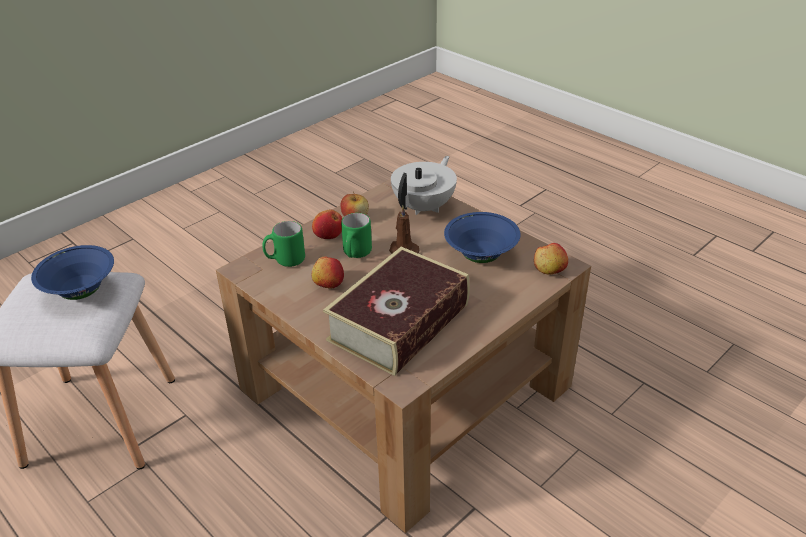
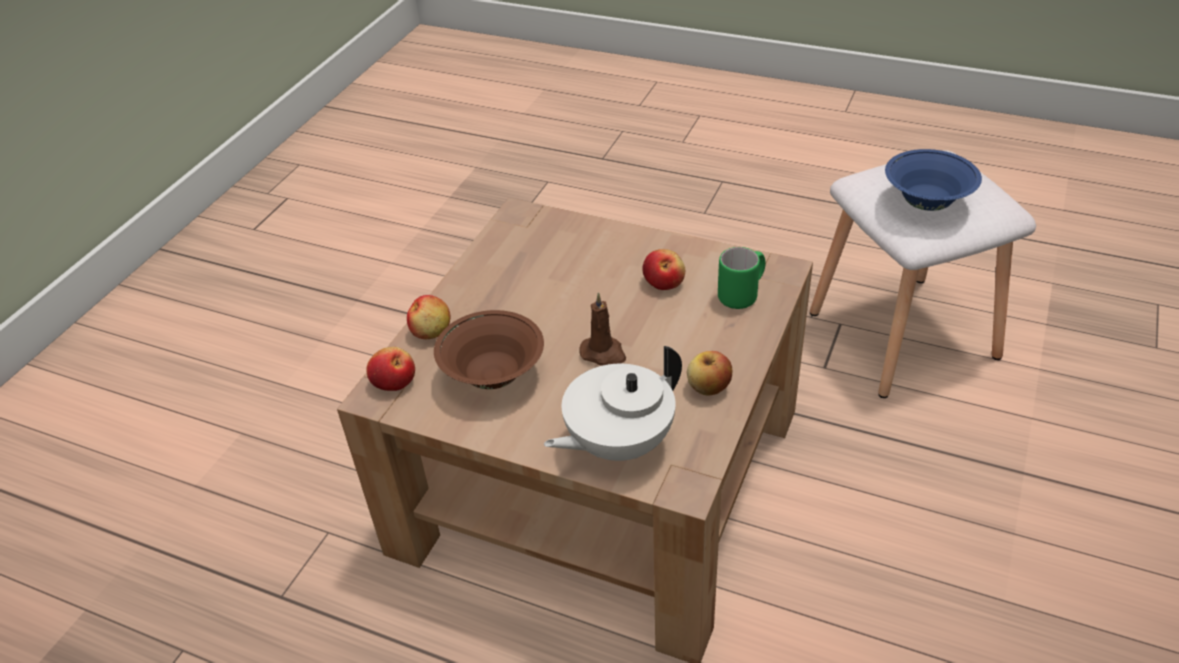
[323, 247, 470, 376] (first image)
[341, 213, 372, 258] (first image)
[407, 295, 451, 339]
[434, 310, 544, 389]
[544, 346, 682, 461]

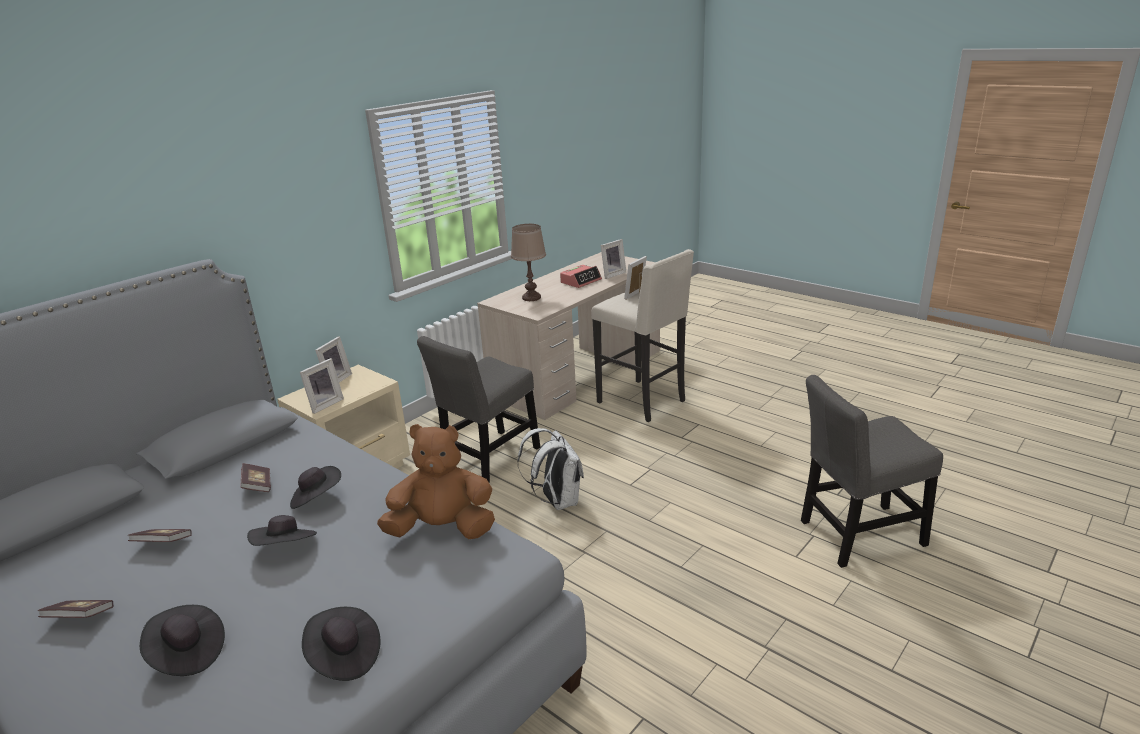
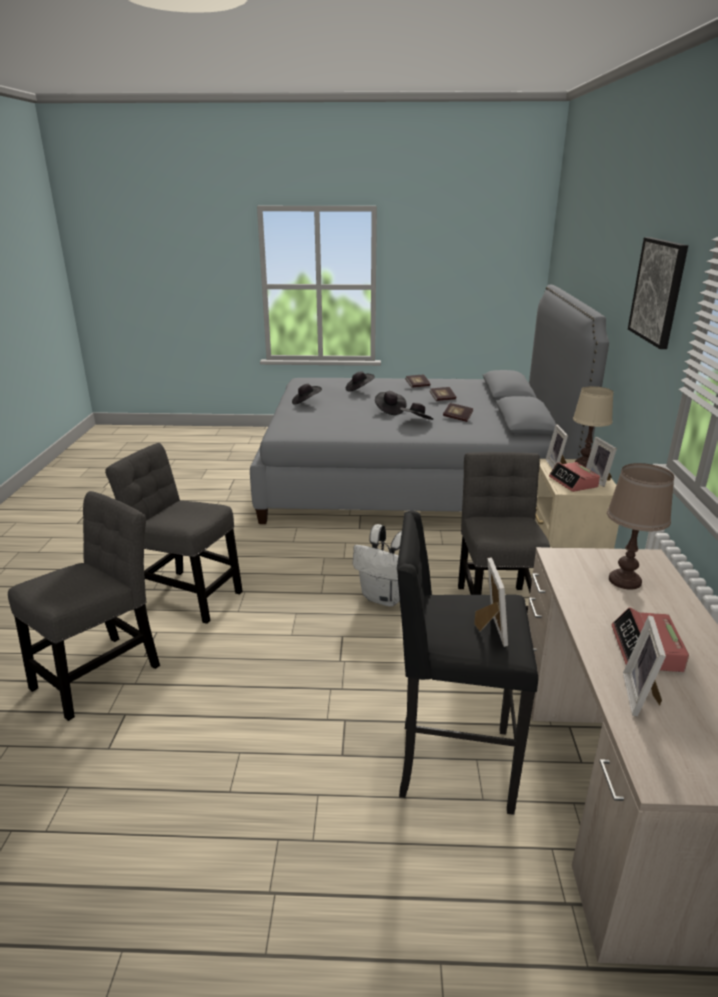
[377, 424, 495, 539] (first image)
[105, 443, 243, 624]
[549, 462, 600, 492]
[573, 386, 614, 467]
[628, 237, 688, 349]
[397, 511, 538, 815]

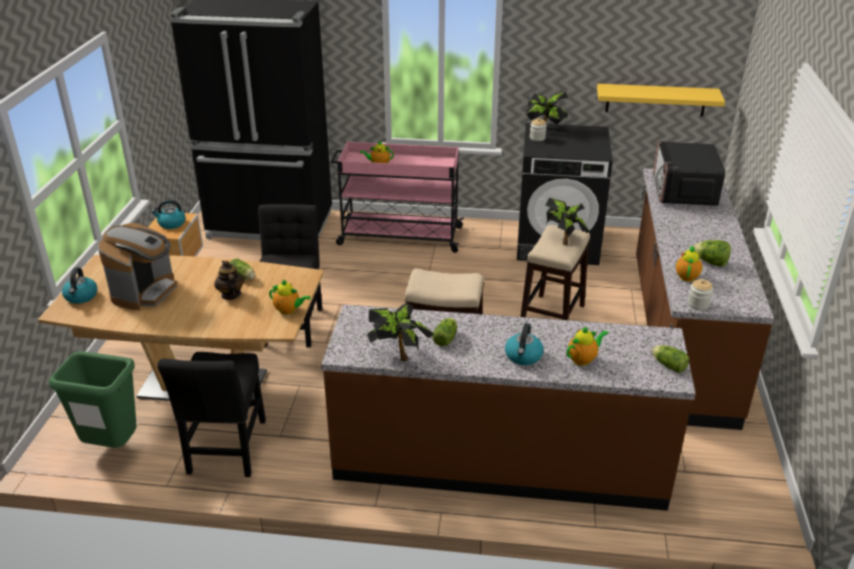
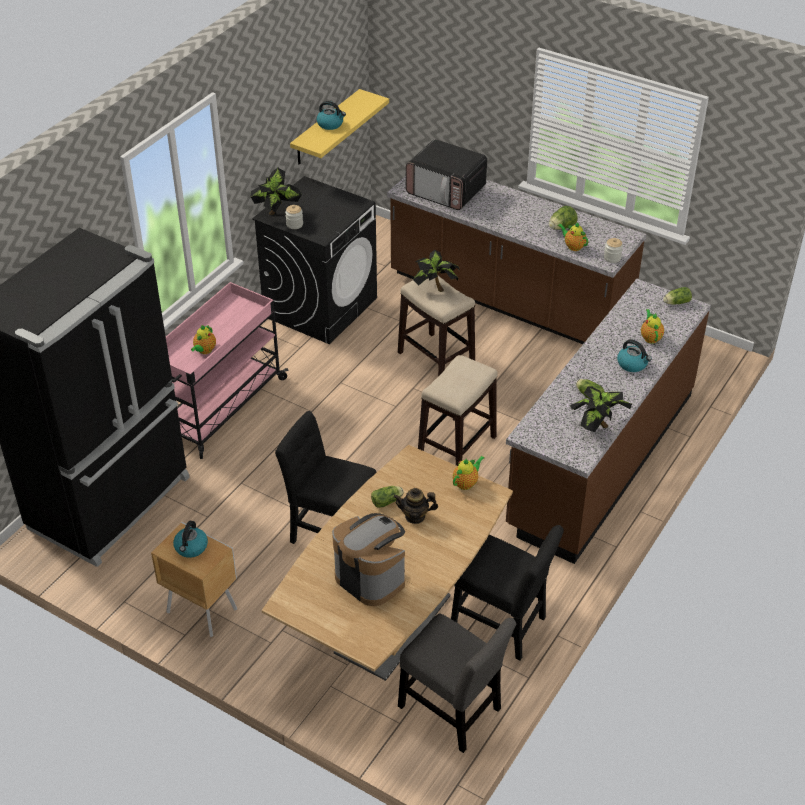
[317, 101, 346, 130]
[398, 613, 516, 753]

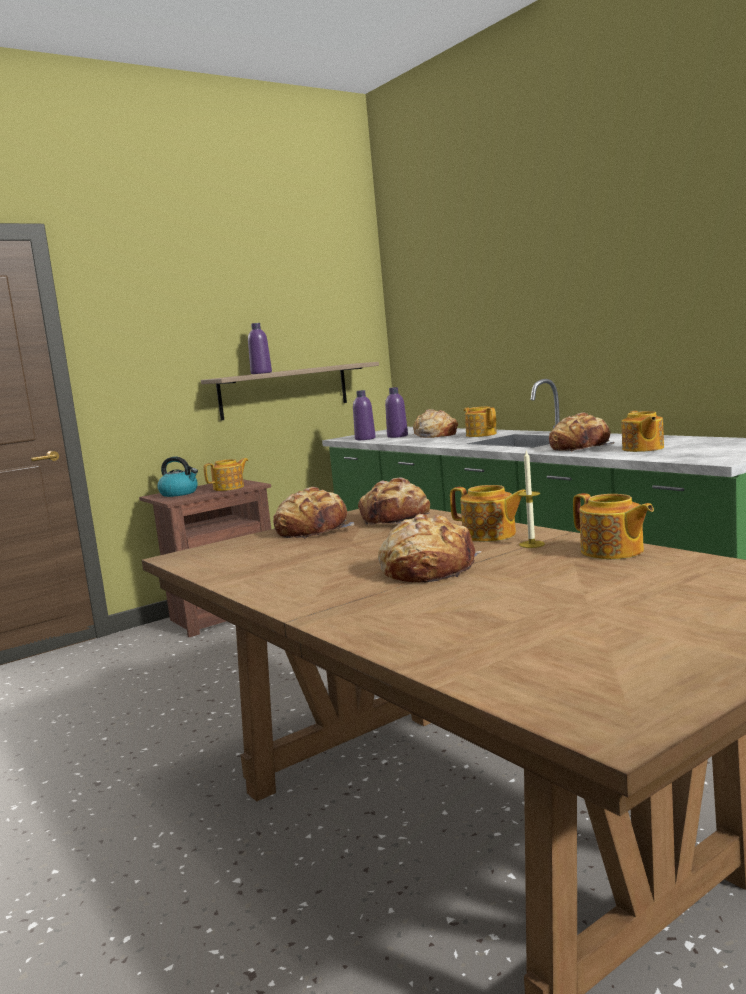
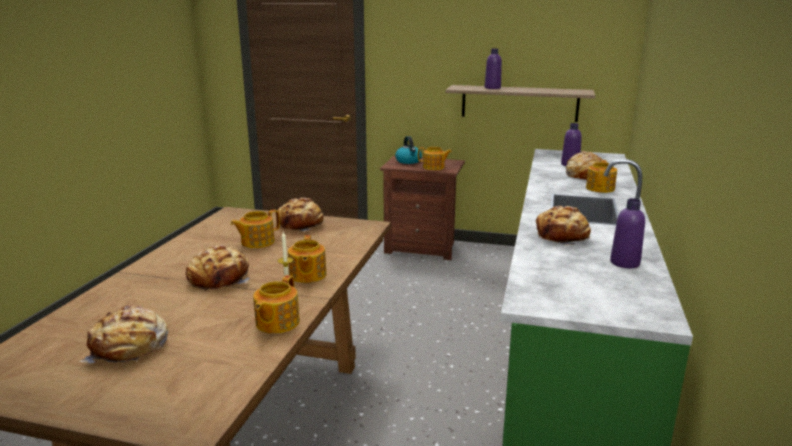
[610, 198, 645, 268]
[80, 306, 169, 364]
[230, 209, 280, 248]

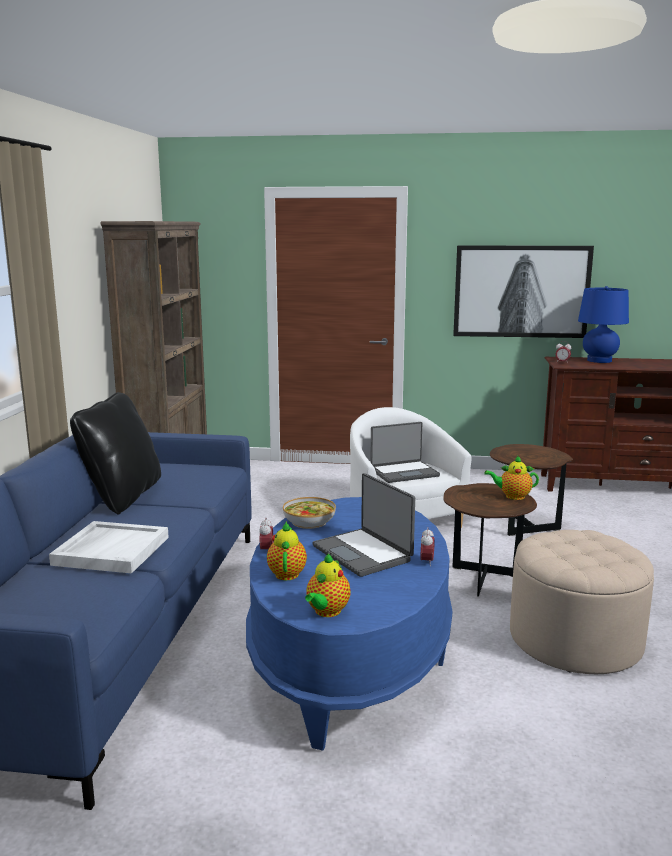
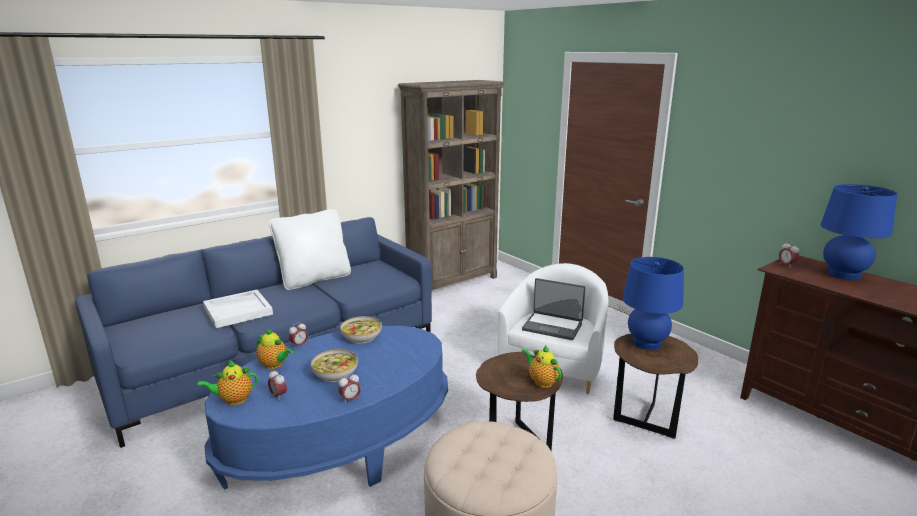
[453, 245, 594, 338] (first image)
[268, 369, 287, 401]
[623, 257, 684, 350]
[311, 349, 358, 382]
[269, 209, 351, 290]
[256, 329, 294, 369]

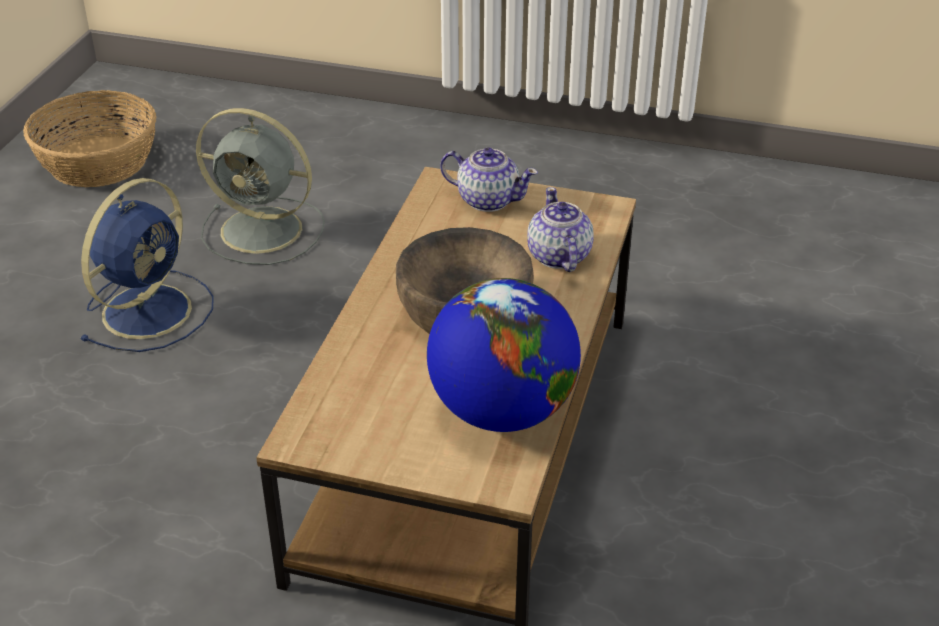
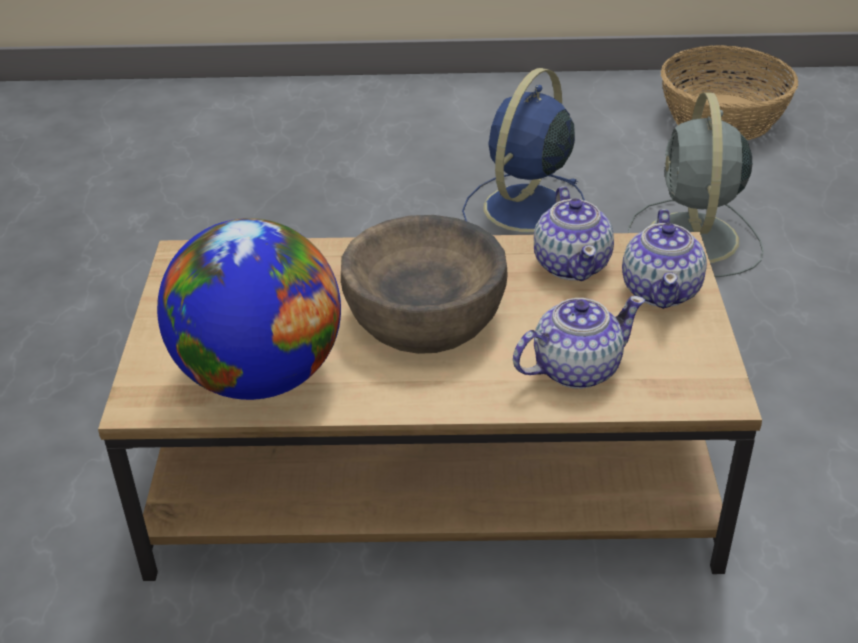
[534, 186, 614, 281]
[462, 68, 585, 232]

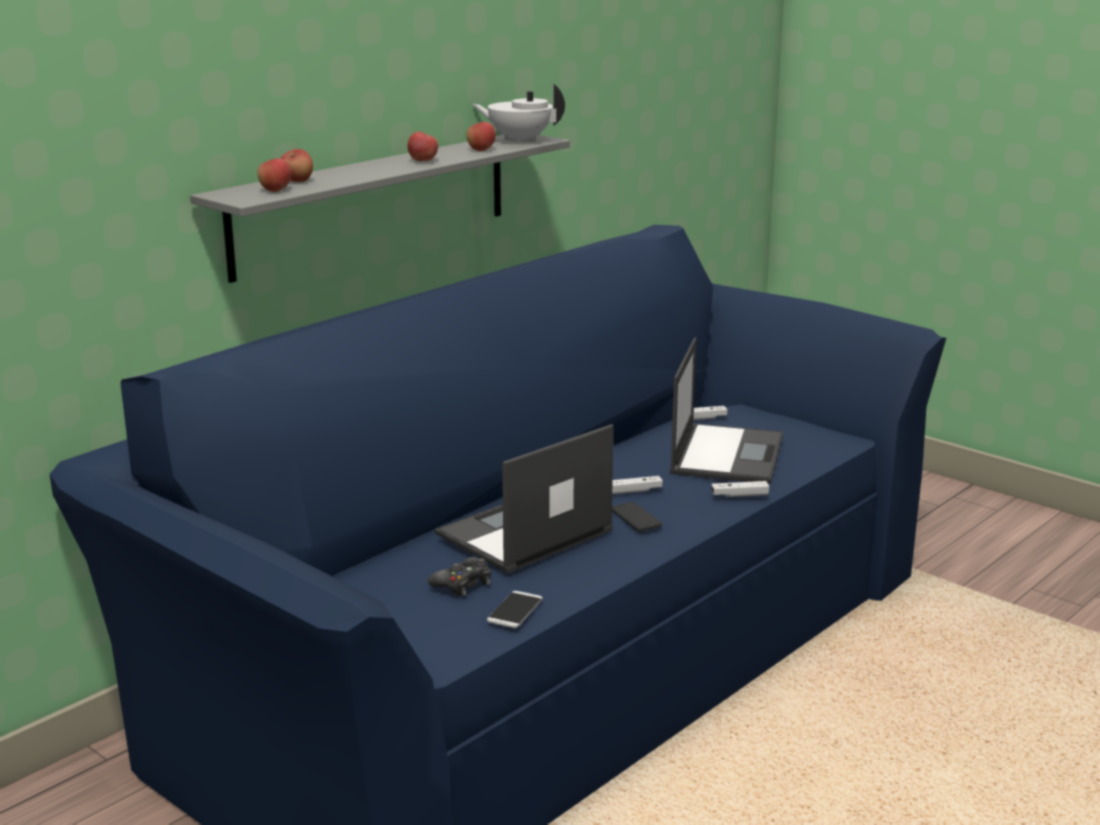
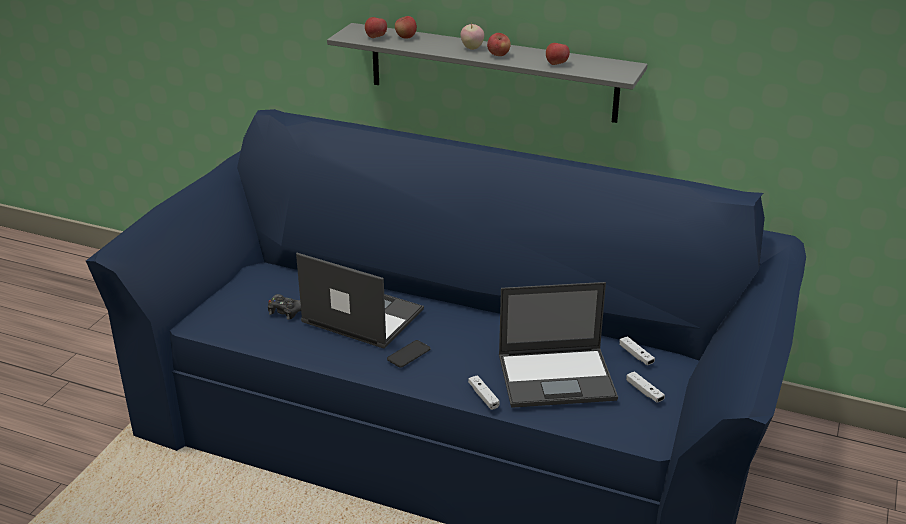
[472, 84, 565, 144] (first image)
[487, 591, 542, 628] (first image)
[461, 23, 484, 50]
[626, 371, 665, 403]

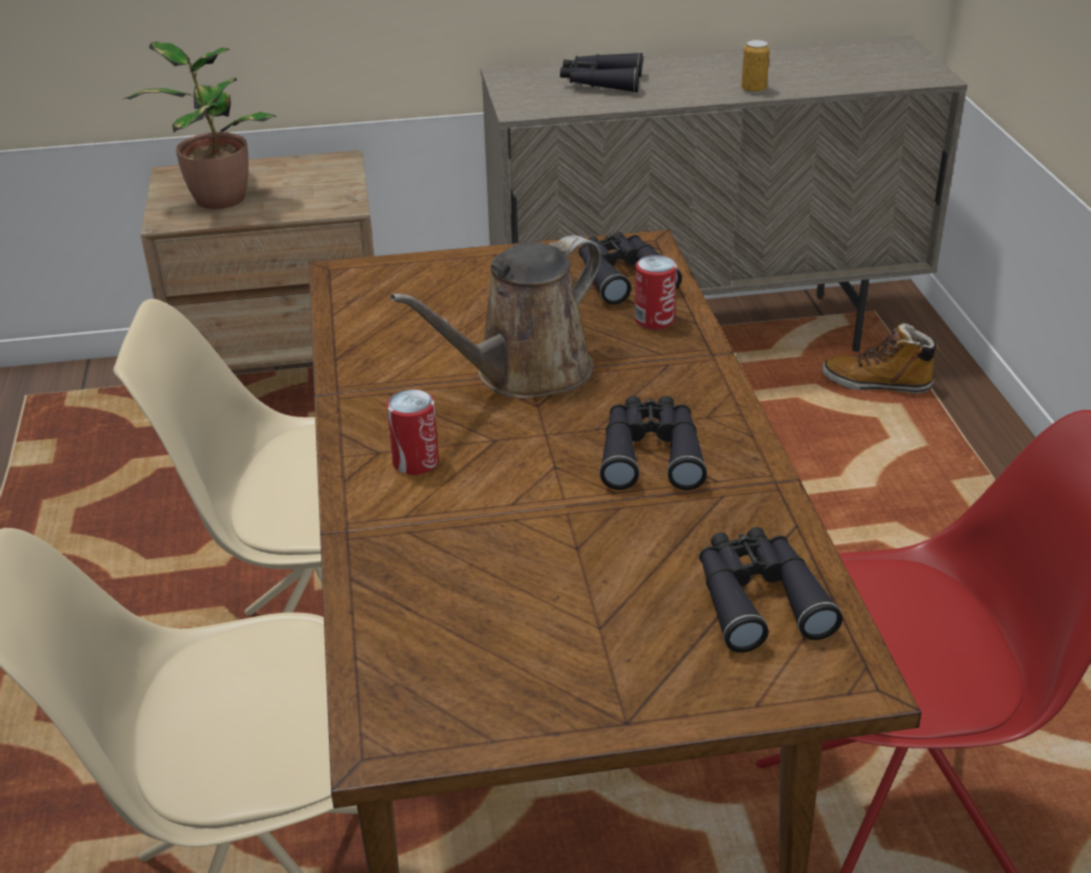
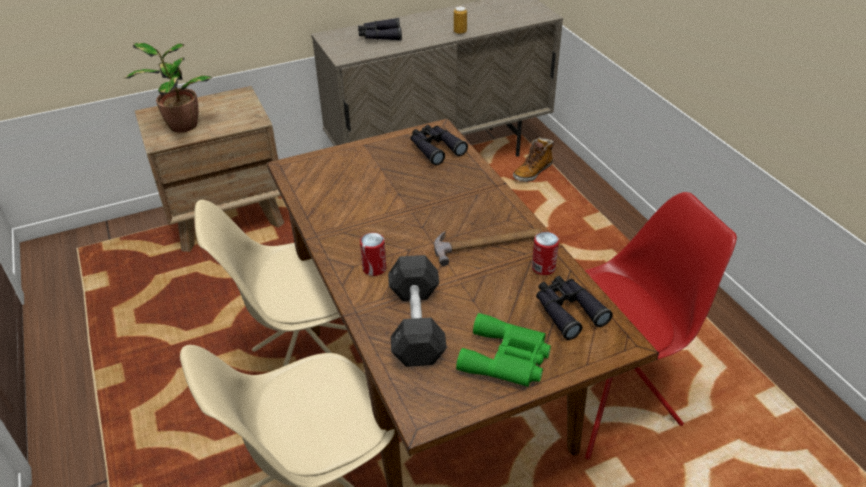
[390, 235, 602, 399] (first image)
[388, 255, 447, 367]
[456, 313, 551, 387]
[532, 232, 559, 275]
[434, 228, 542, 266]
[513, 138, 554, 182]

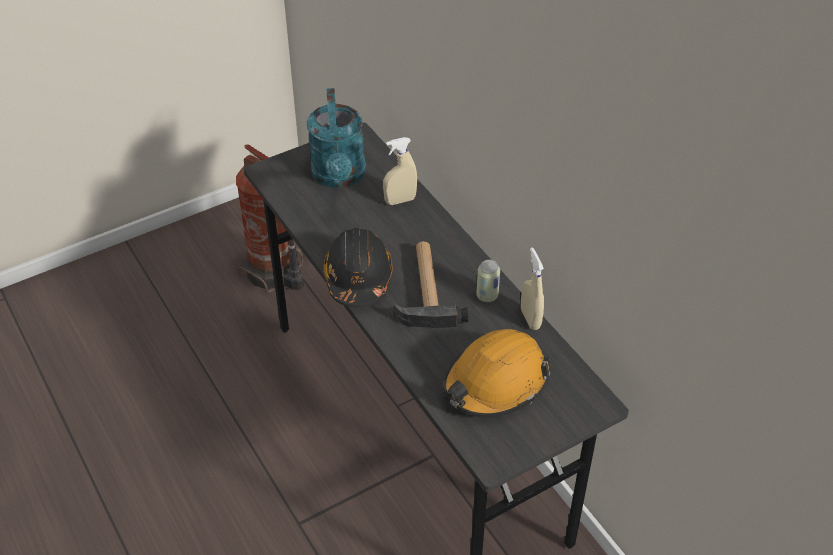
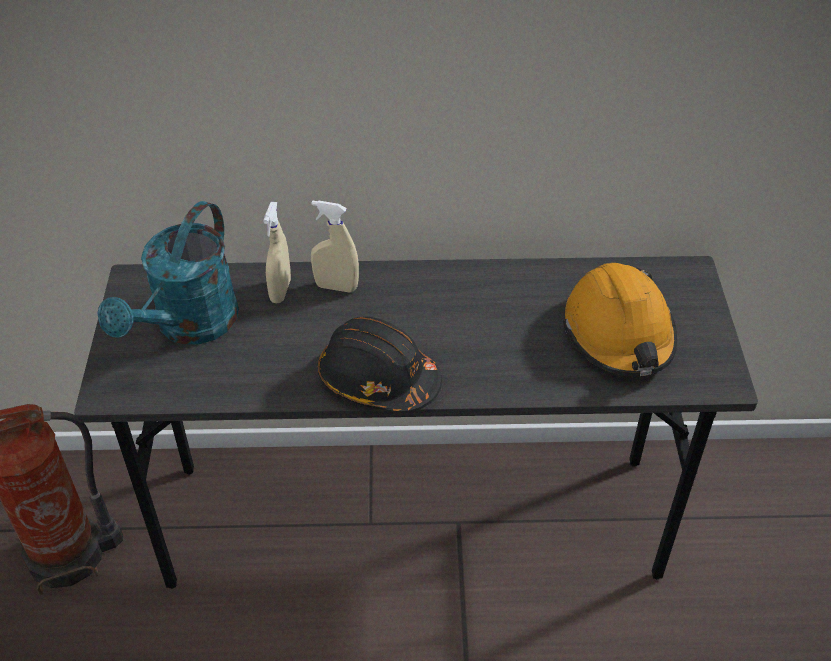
[394, 241, 468, 328] (first image)
[476, 260, 500, 302] (first image)
[311, 200, 359, 293]
[98, 201, 239, 345]

